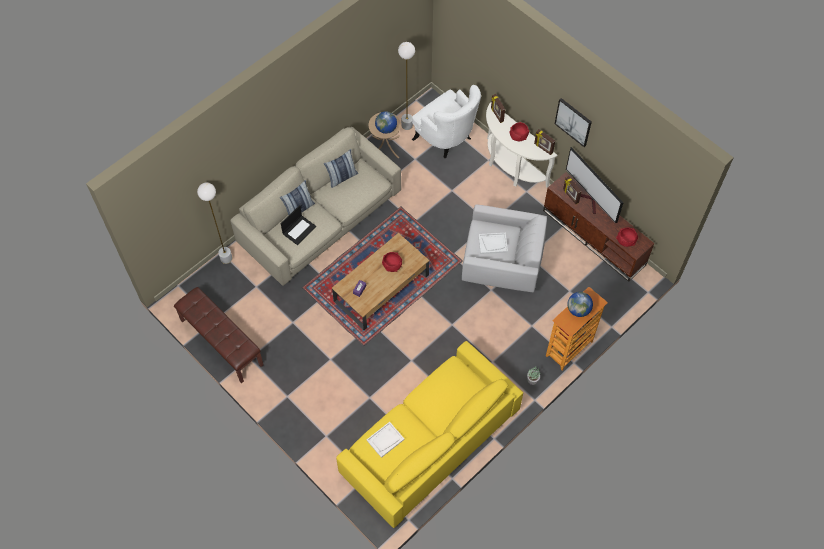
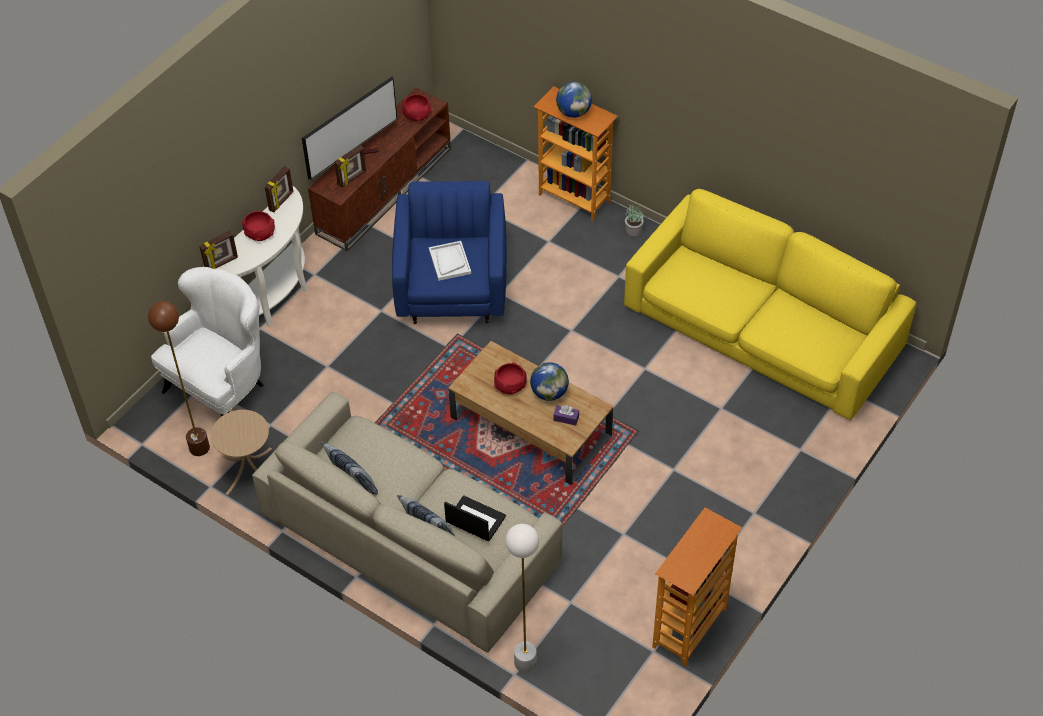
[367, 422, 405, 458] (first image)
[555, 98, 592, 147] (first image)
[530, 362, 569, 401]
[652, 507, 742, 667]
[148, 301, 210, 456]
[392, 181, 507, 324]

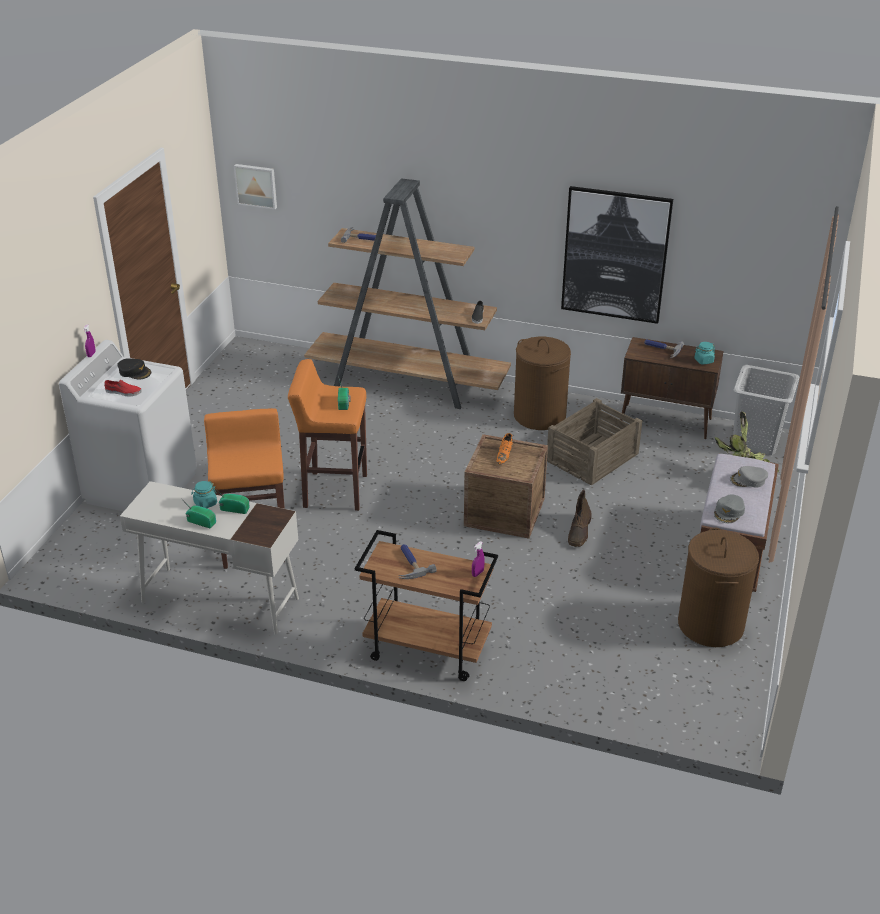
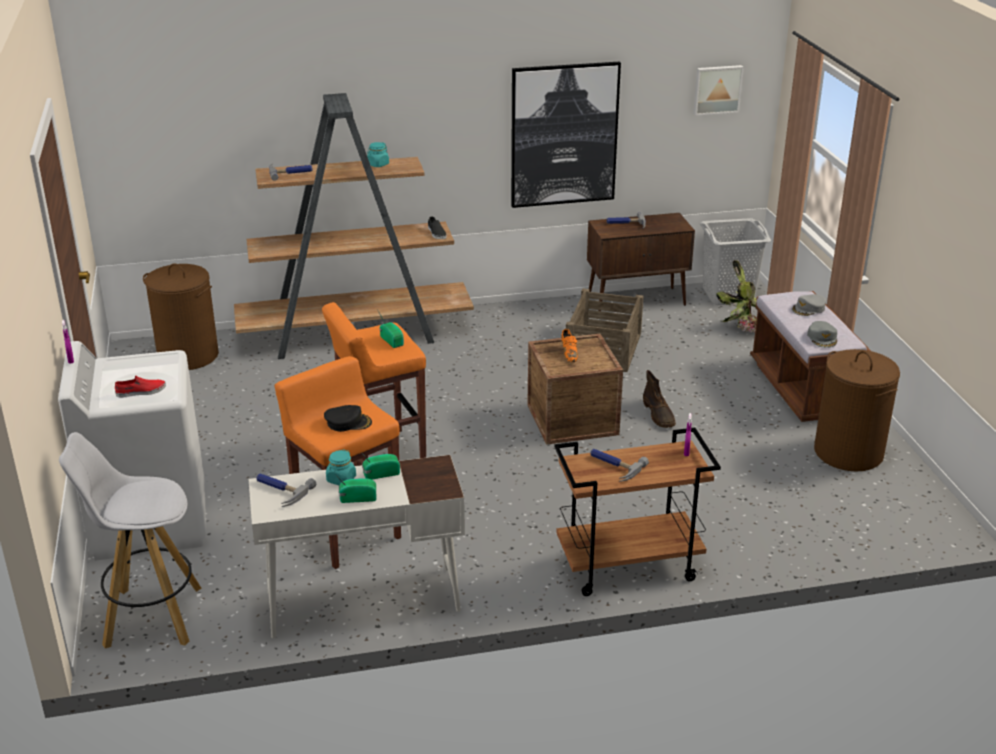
[59, 432, 202, 648]
[256, 473, 317, 507]
[324, 405, 372, 432]
[693, 65, 744, 115]
[143, 263, 219, 370]
[367, 142, 389, 167]

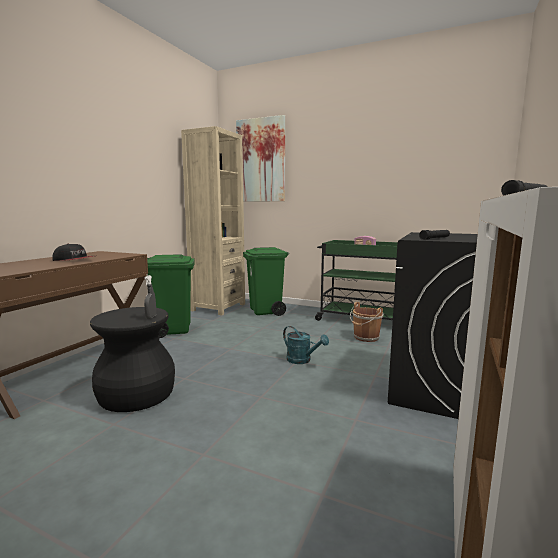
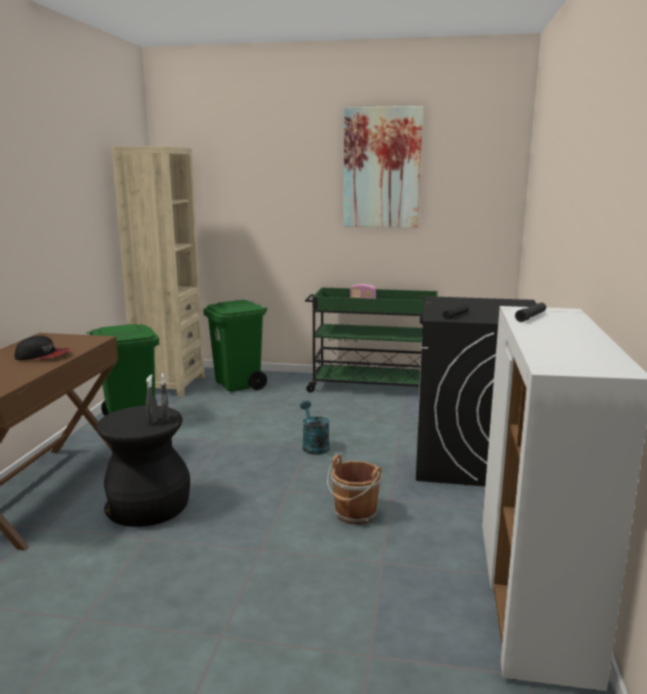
[146, 374, 158, 425]
[343, 106, 423, 228]
[327, 454, 382, 524]
[300, 401, 330, 455]

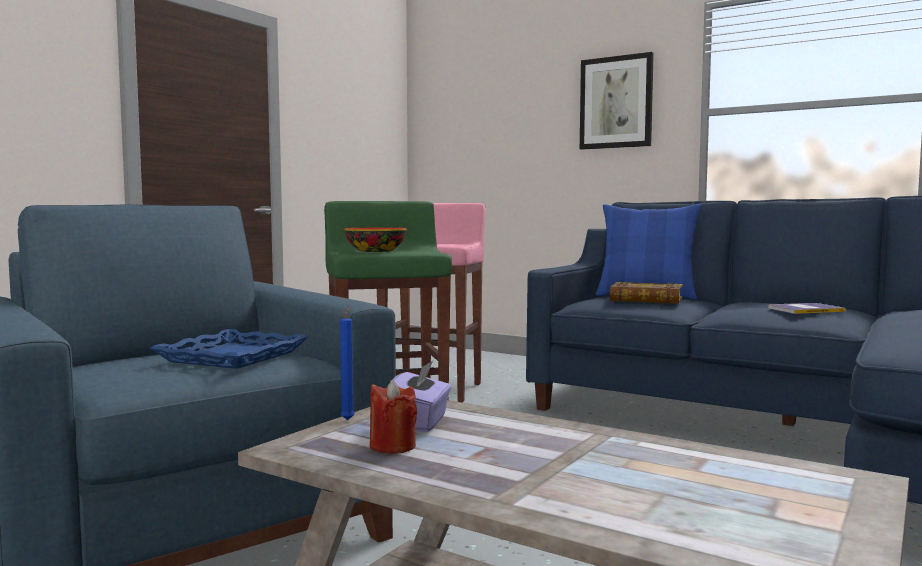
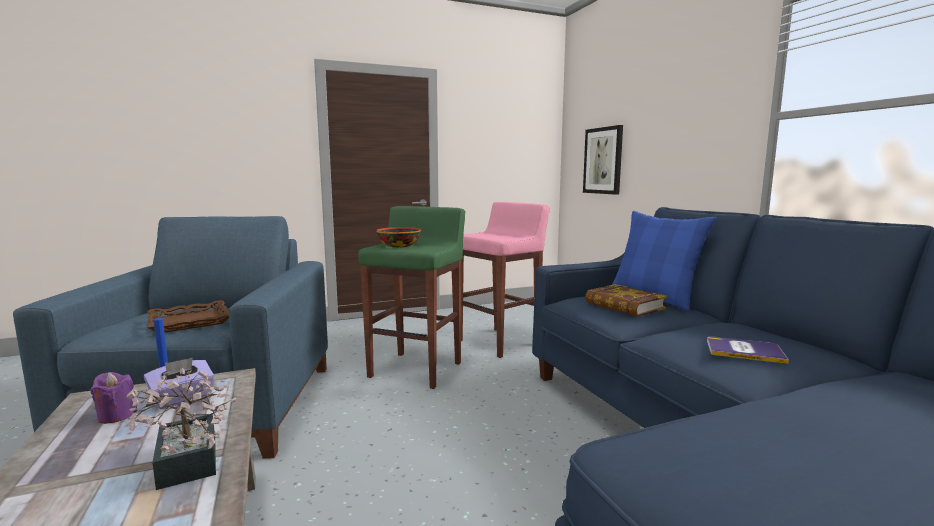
[125, 368, 236, 490]
[583, 125, 623, 195]
[147, 300, 229, 333]
[90, 372, 137, 424]

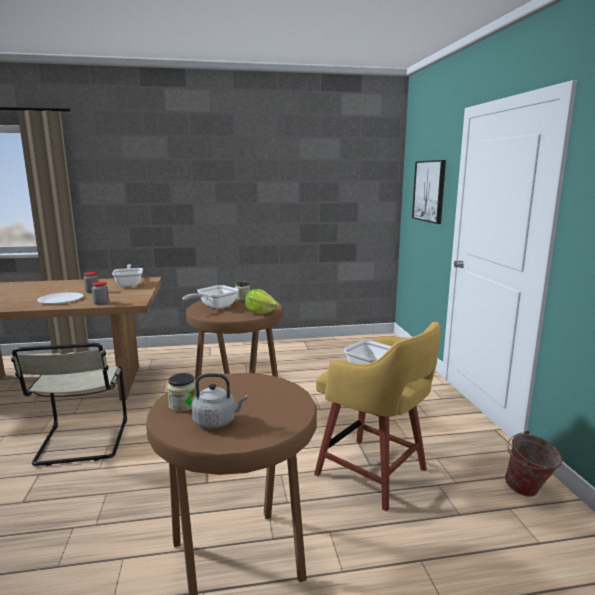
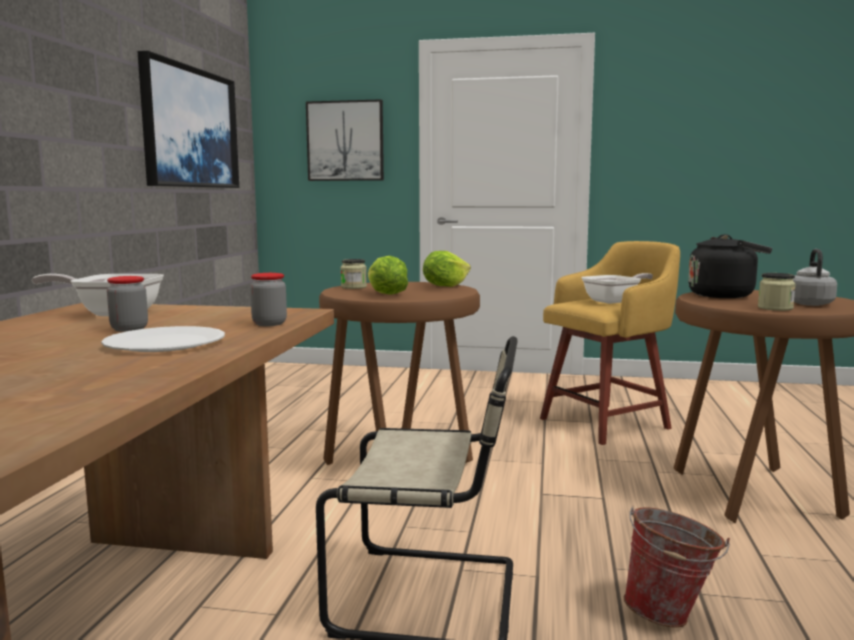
[138, 51, 239, 188]
[688, 234, 772, 298]
[624, 505, 730, 628]
[368, 256, 408, 295]

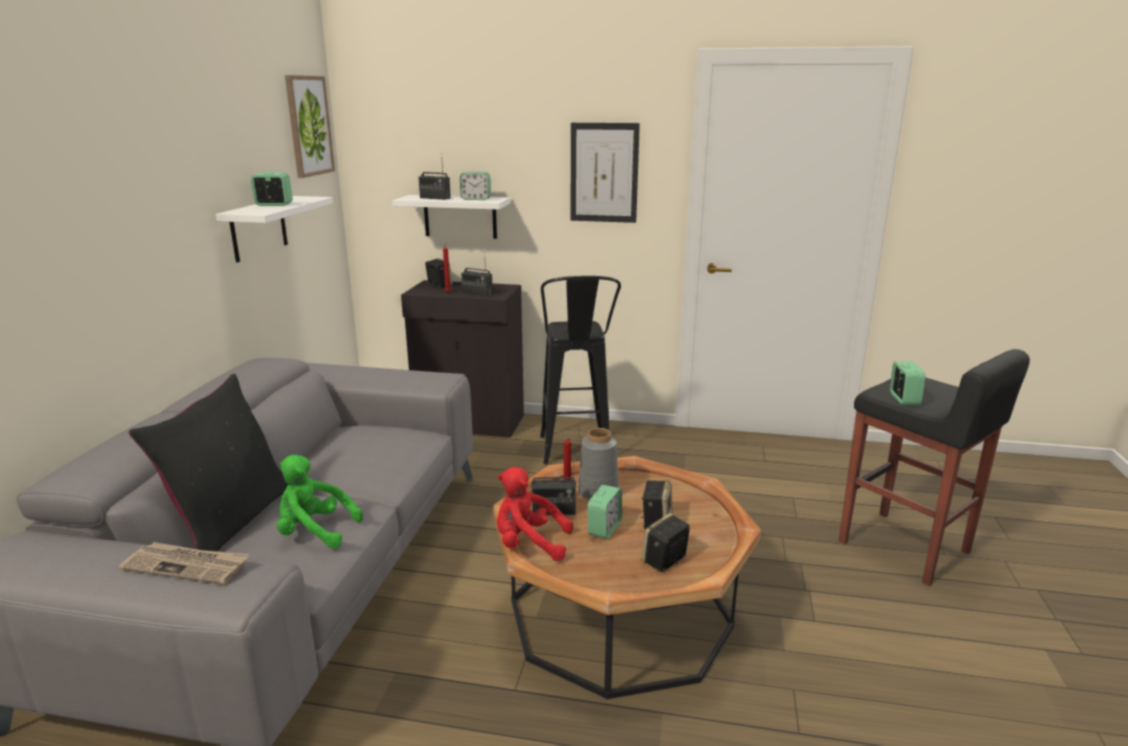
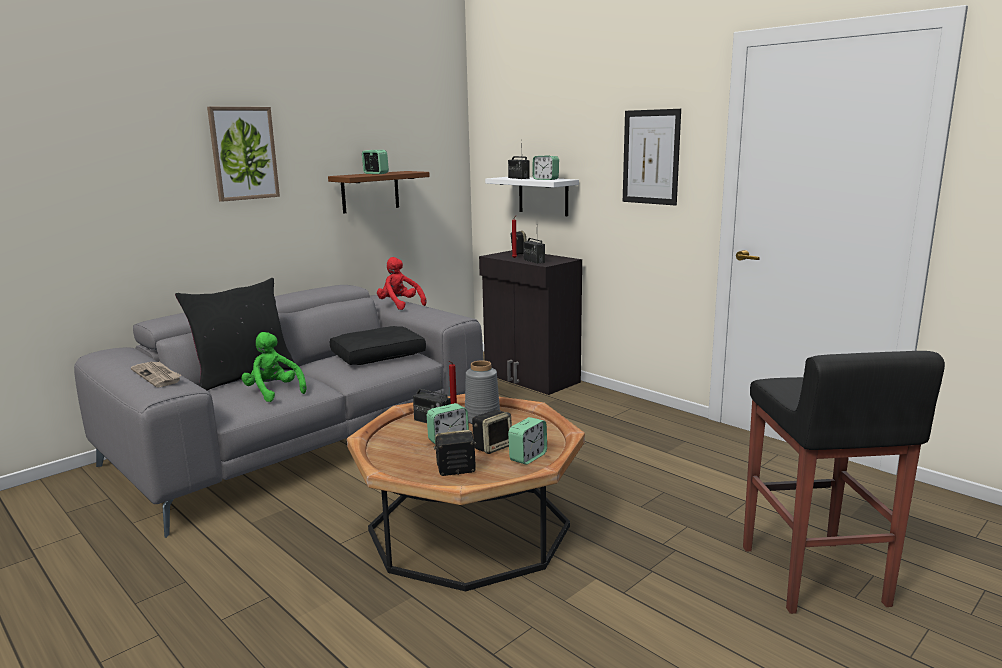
[540, 276, 621, 465] (first image)
[330, 326, 426, 365]
[207, 107, 280, 202]
[377, 257, 427, 310]
[508, 417, 547, 465]
[328, 171, 430, 213]

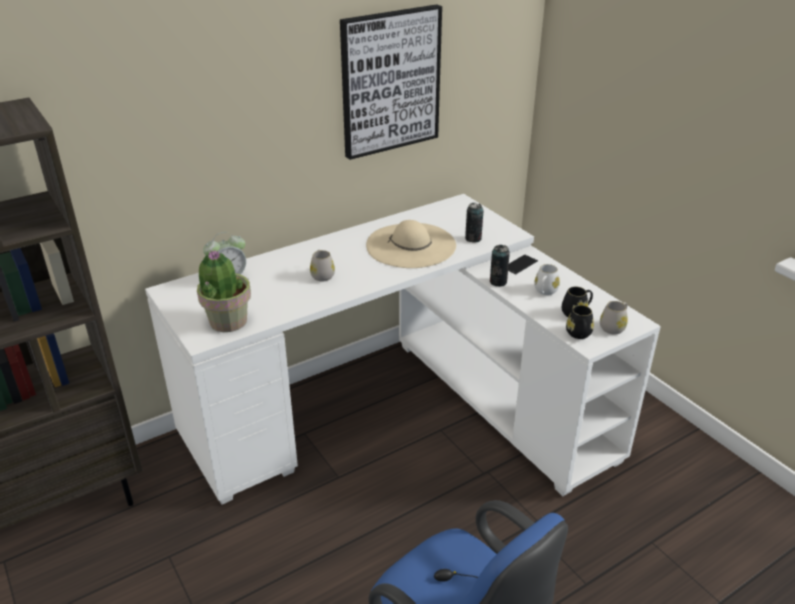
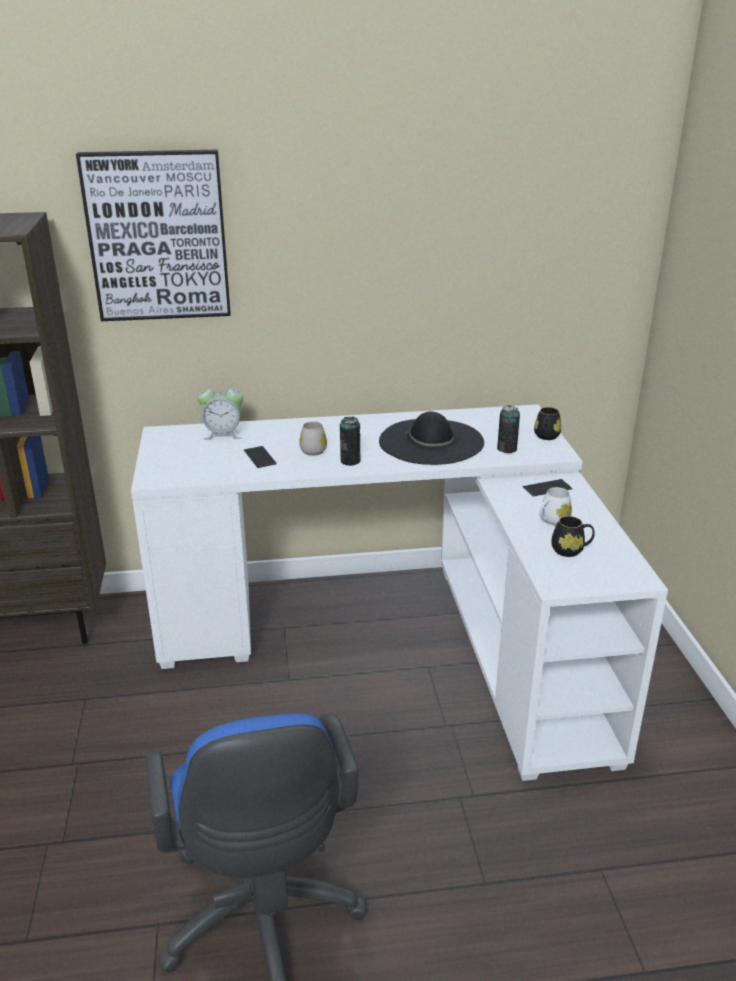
[197, 250, 251, 332] (first image)
[600, 301, 628, 334] (first image)
[244, 446, 277, 468]
[76, 150, 231, 321]
[340, 417, 361, 466]
[534, 407, 561, 440]
[379, 411, 484, 465]

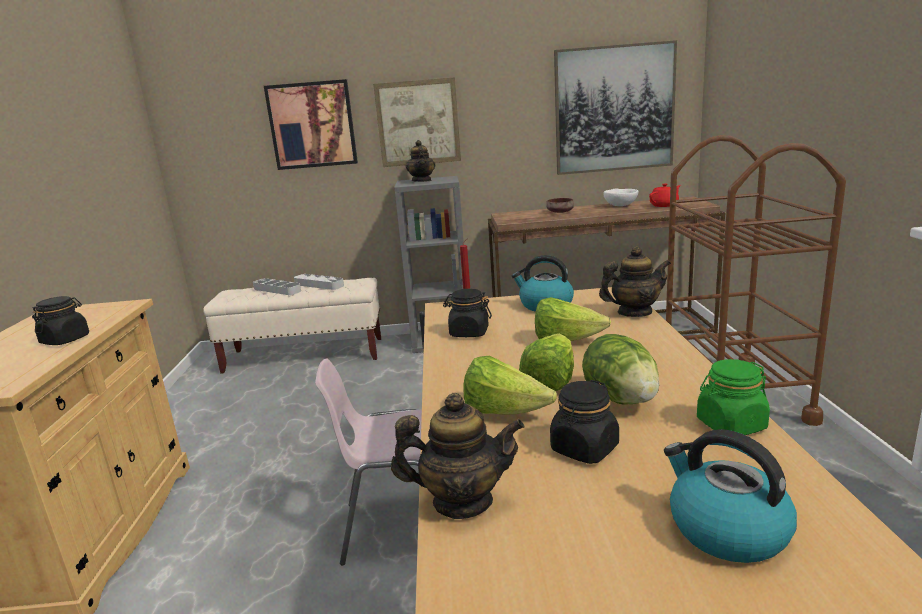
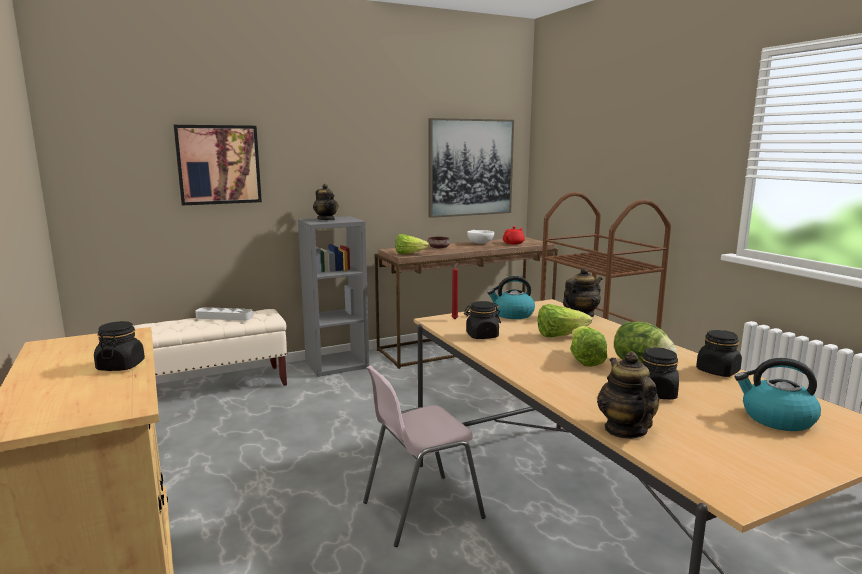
[253, 278, 301, 295] (first image)
[373, 77, 461, 167] (first image)
[395, 234, 429, 254]
[696, 330, 742, 377]
[597, 351, 659, 439]

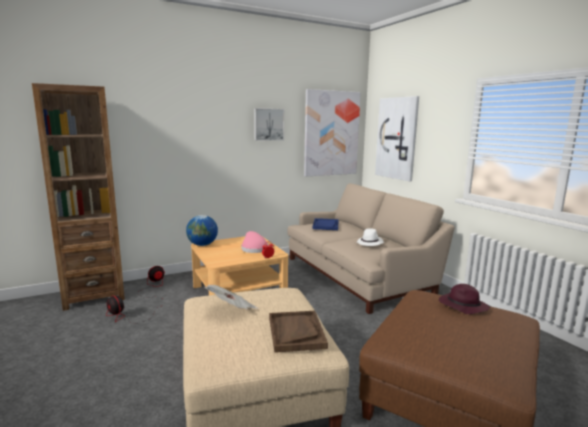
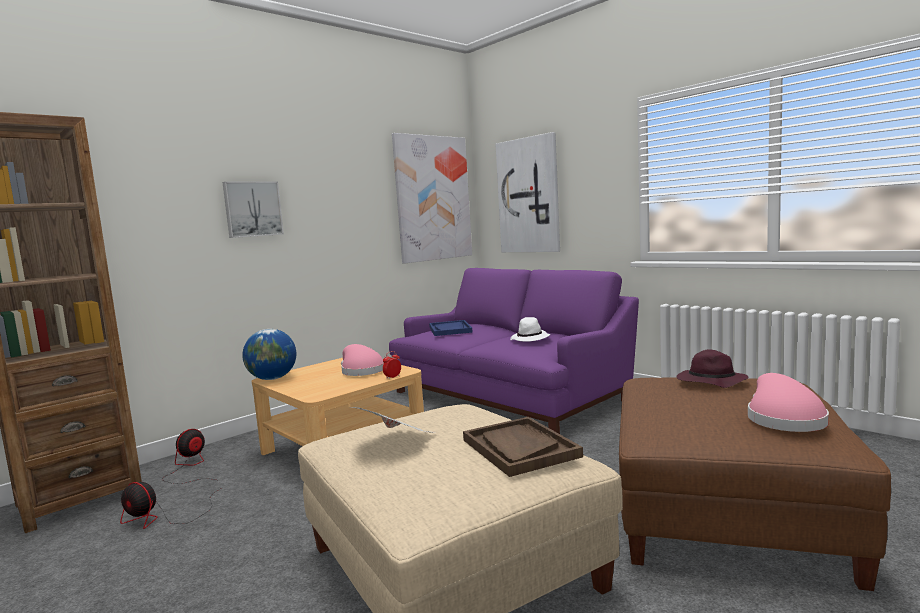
[748, 373, 829, 432]
[222, 182, 284, 238]
[389, 268, 639, 434]

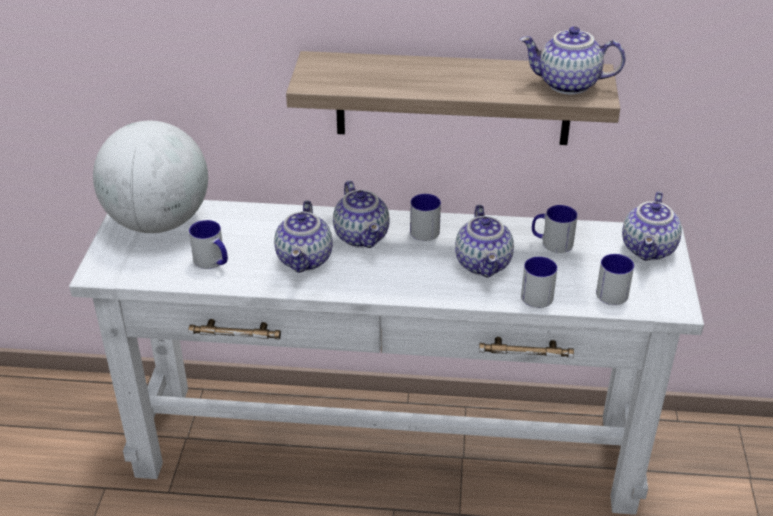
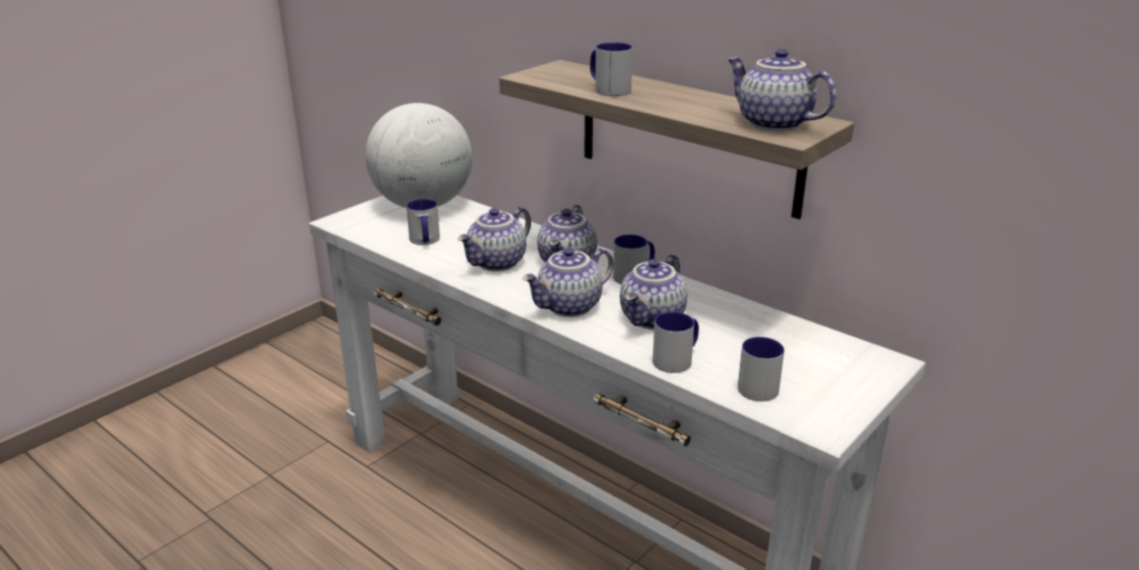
[590, 42, 633, 96]
[522, 248, 614, 317]

